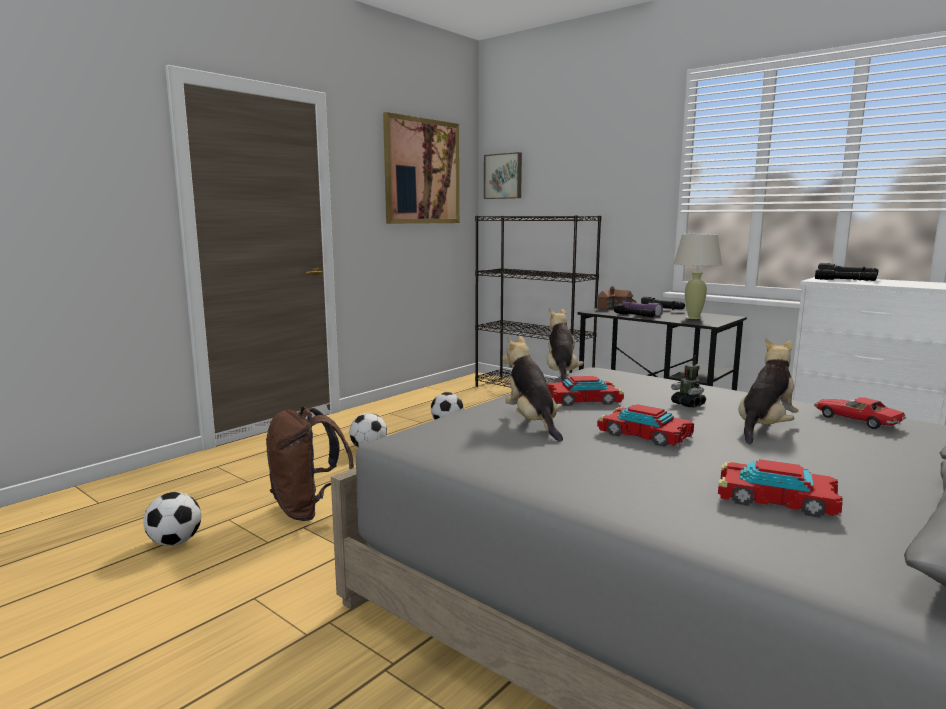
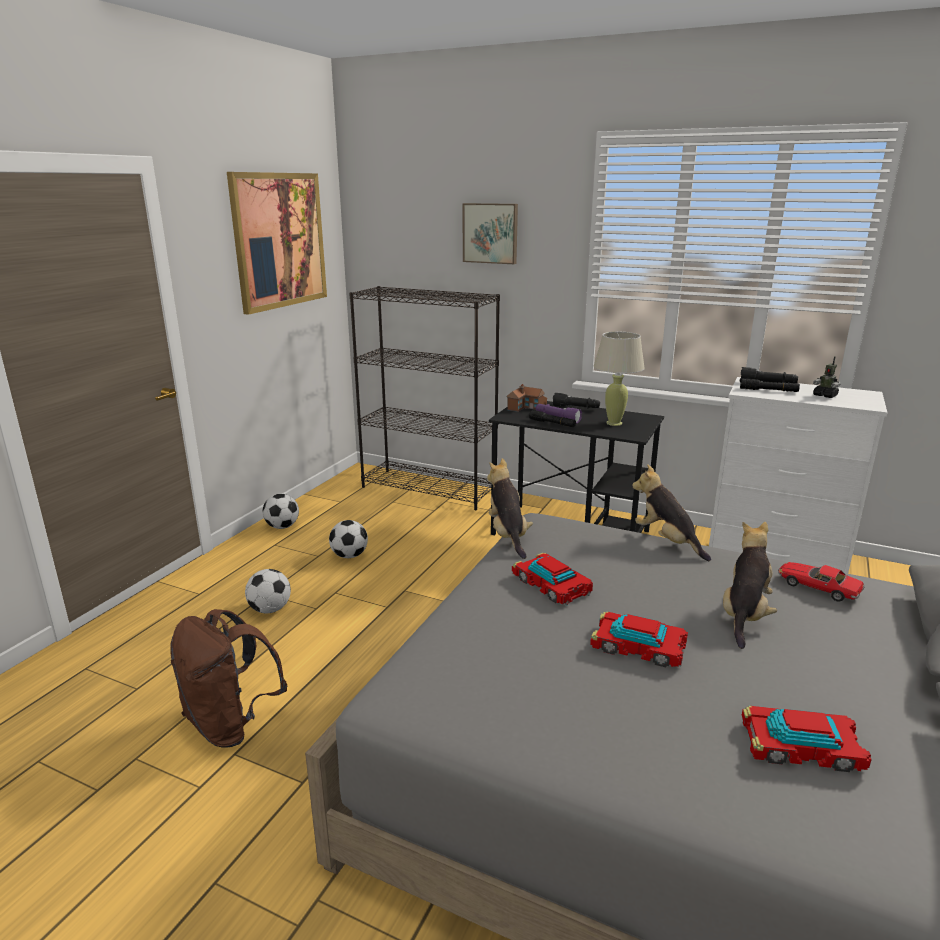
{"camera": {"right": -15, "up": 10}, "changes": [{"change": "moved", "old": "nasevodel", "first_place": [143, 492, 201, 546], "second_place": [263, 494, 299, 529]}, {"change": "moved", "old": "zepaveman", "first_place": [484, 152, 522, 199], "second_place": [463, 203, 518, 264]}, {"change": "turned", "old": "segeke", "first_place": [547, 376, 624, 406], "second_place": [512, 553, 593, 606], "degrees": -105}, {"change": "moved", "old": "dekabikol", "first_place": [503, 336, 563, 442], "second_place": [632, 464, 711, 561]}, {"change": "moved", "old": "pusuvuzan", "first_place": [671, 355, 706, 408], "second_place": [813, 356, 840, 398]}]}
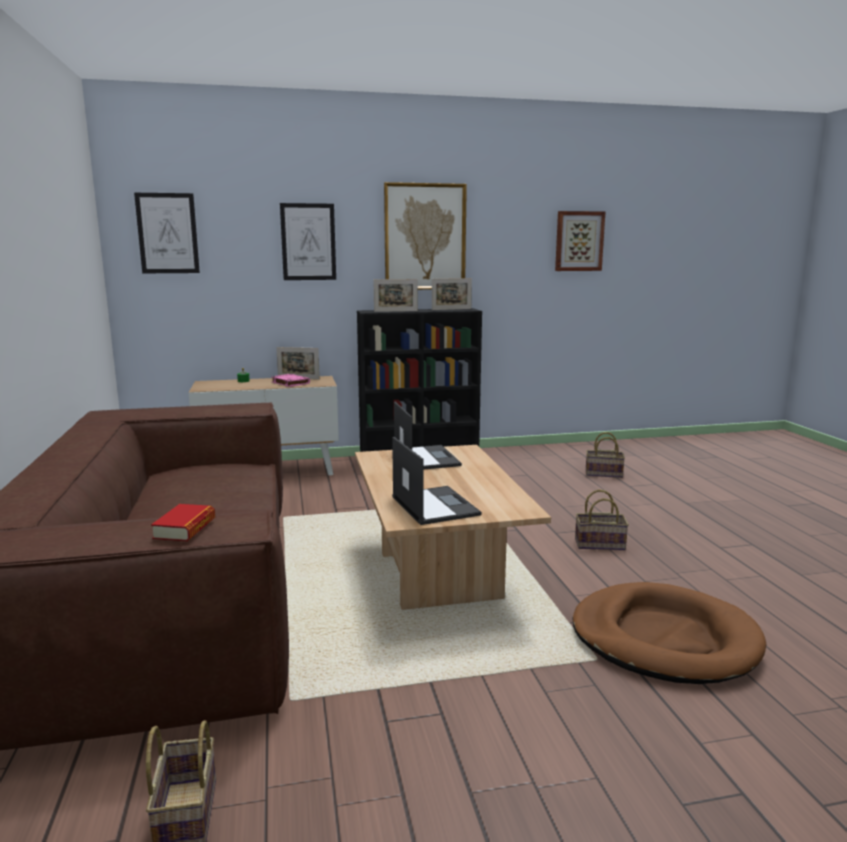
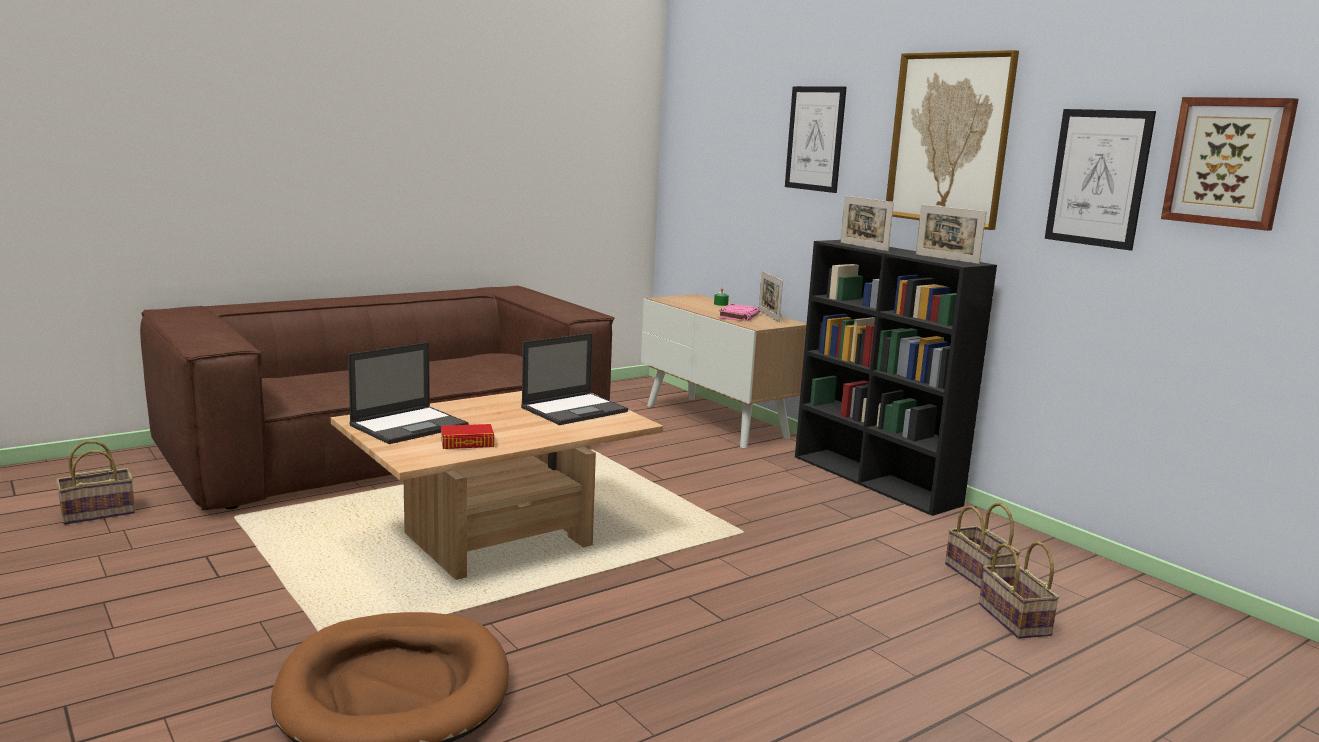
{"camera": {"right": 65, "up": 0}, "changes": [{"change": "moved", "old": "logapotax", "first_place": [151, 504, 215, 541], "second_place": [441, 424, 494, 449]}, {"change": "moved", "old": "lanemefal", "first_place": [575, 489, 629, 550], "second_place": [945, 503, 1021, 589]}, {"change": "moved", "old": "zepaveman", "first_place": [134, 193, 200, 273], "second_place": [1045, 109, 1156, 251]}]}
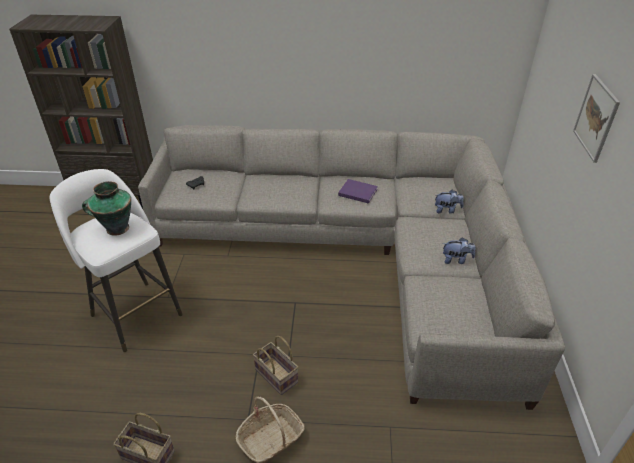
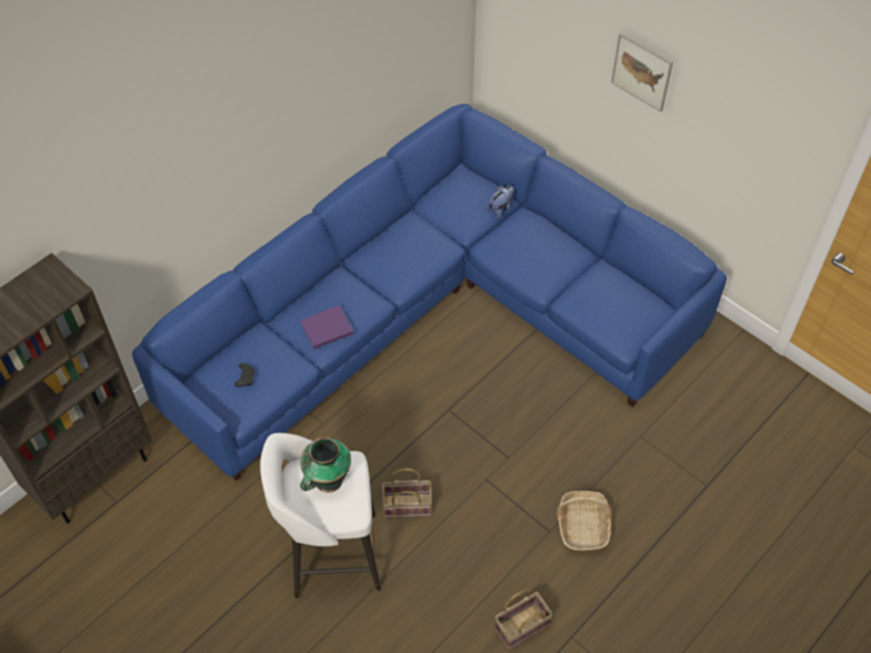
{"camera": {"right": -50, "up": 15}, "changes": [{"change": "recoloured", "old": "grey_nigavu", "new": "blue_nigavu", "first_place": [138, 125, 565, 410], "second_place": [132, 104, 727, 481]}, {"change": "moved", "old": "purple_logapotax", "first_place": [338, 179, 378, 204], "second_place": [300, 305, 354, 349]}, {"change": "moved", "old": "lanemefal", "first_place": [253, 336, 298, 395], "second_place": [382, 468, 432, 518]}, {"change": "removed", "old": "dekabikol", "first_place": [443, 237, 475, 264]}]}
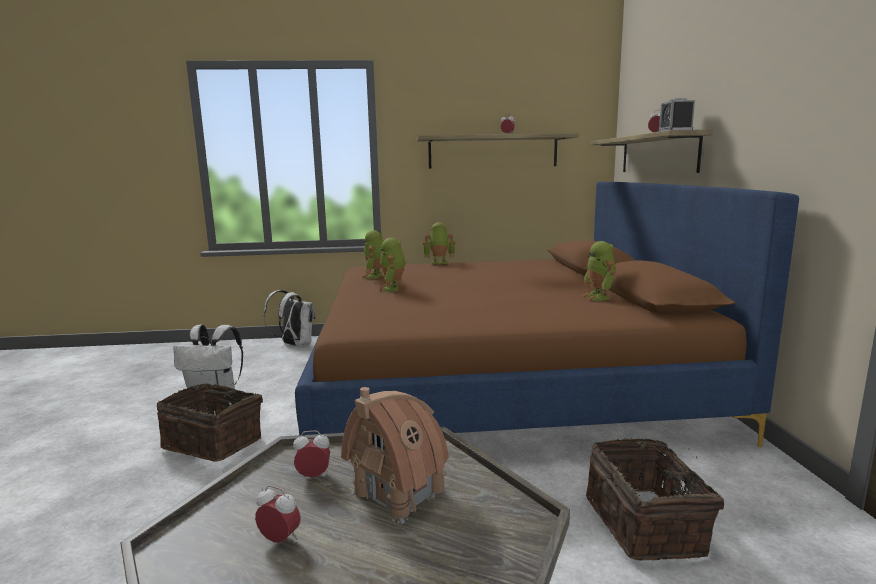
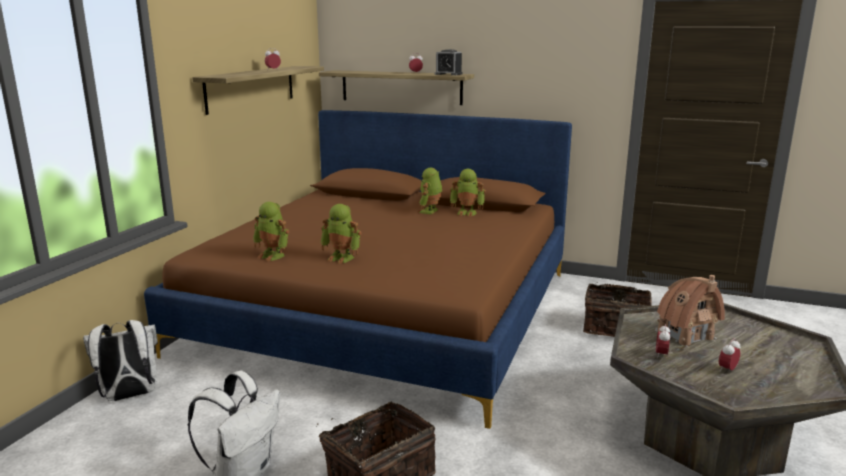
{"camera": {"right": -65, "up": 5}, "changes": [{"change": "moved", "old": "pusuvuzan", "first_place": [423, 222, 455, 264], "second_place": [418, 168, 442, 214]}]}
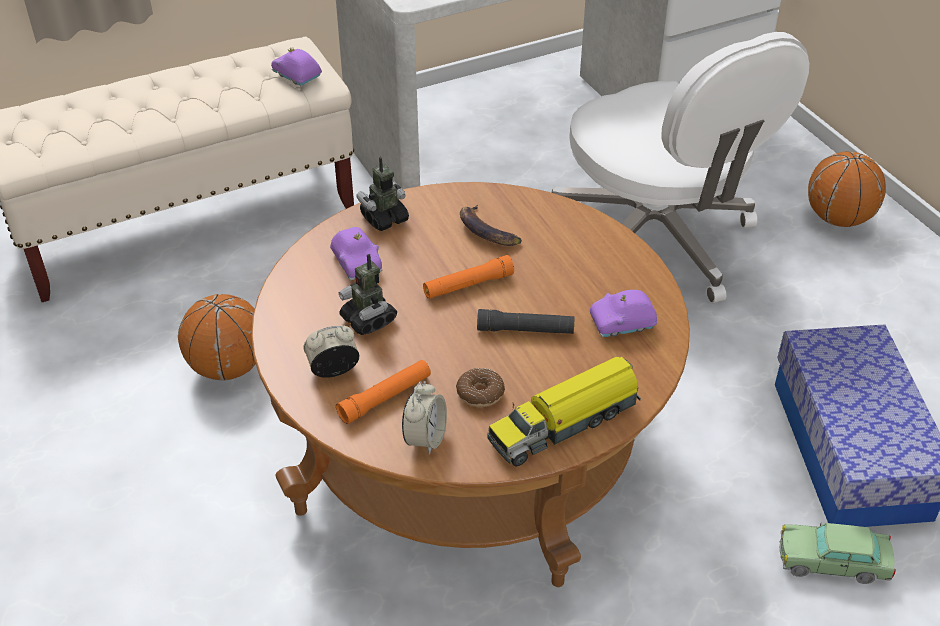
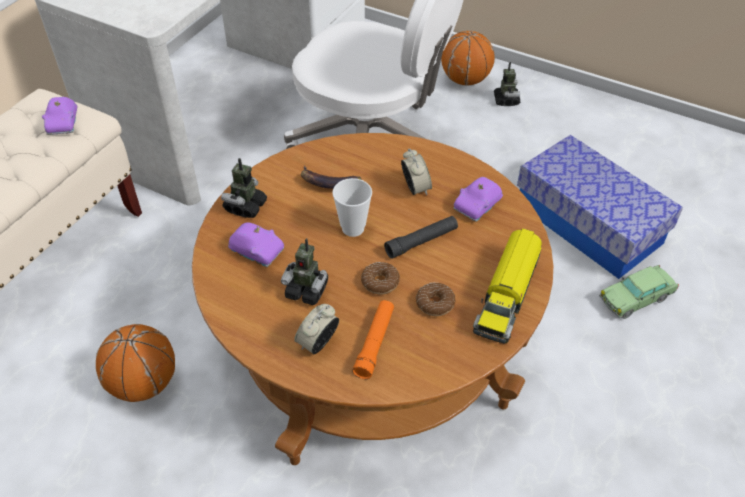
{"camera": {"right": -35, "up": 5}, "changes": [{"change": "turned", "old": "purple_segeke", "first_place": [271, 48, 322, 86], "second_place": [42, 97, 78, 135], "degrees": -105}, {"change": "replaced", "old": "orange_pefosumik", "new": "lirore", "first_place": [423, 255, 514, 299], "second_place": [332, 178, 372, 237]}, {"change": "added", "new": "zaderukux", "second_place": [361, 262, 400, 295]}, {"change": "moved", "old": "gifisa", "first_place": [402, 381, 447, 455], "second_place": [401, 149, 432, 195]}, {"change": "added", "new": "pusuvuzan", "second_place": [494, 62, 520, 106]}]}
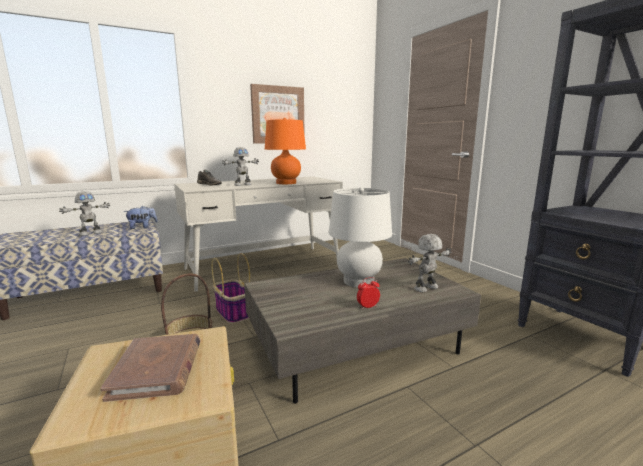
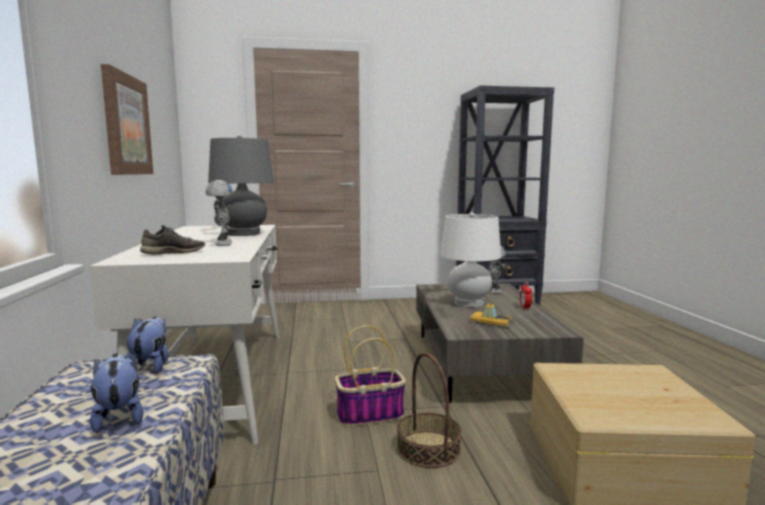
{"camera": {"right": -70, "up": -5}, "changes": [{"change": "replaced", "old": "pusuvuzan", "new": "dekabikol", "first_place": [59, 191, 110, 236], "second_place": [90, 353, 143, 433]}, {"change": "recoloured", "old": "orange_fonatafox", "new": "grey_fonatafox", "first_place": [265, 118, 306, 184], "second_place": [208, 135, 274, 236]}, {"change": "added", "new": "segeke", "second_place": [470, 303, 514, 328]}, {"change": "removed", "old": "brown_logapotax", "first_place": [100, 334, 200, 402]}]}
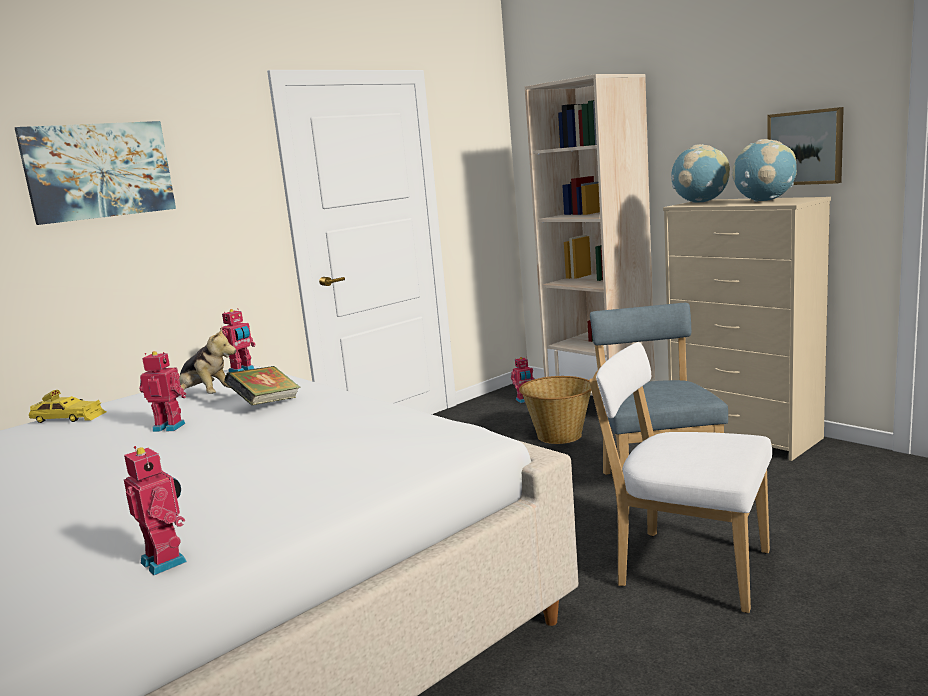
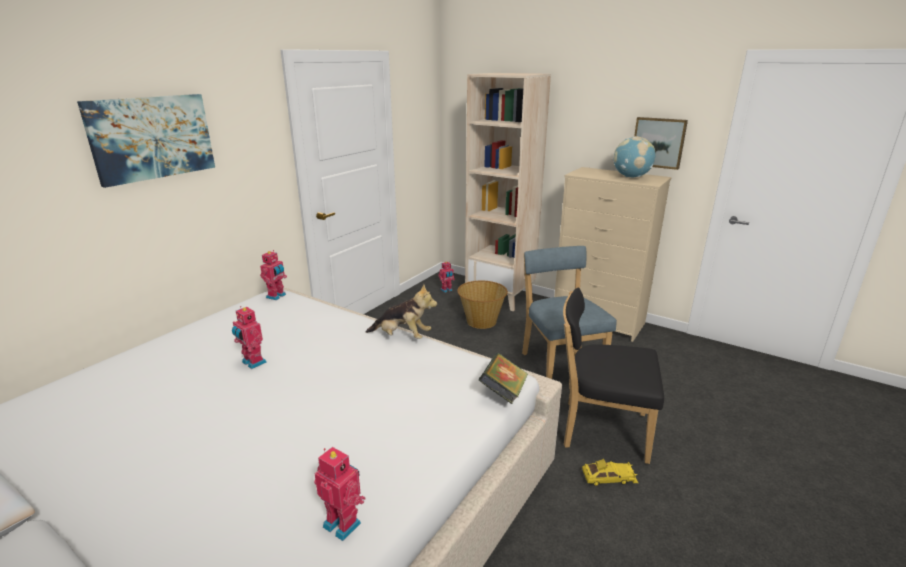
{"camera": {"right": -15, "up": 10}, "changes": [{"change": "turned", "old": "pusuvuzan", "first_place": [139, 351, 187, 432], "second_place": [232, 306, 267, 369], "degrees": -135}, {"change": "moved", "old": "dekabikol", "first_place": [179, 326, 236, 394], "second_place": [366, 284, 437, 339]}, {"change": "moved", "old": "logapotax", "first_place": [224, 366, 300, 405], "second_place": [479, 353, 528, 404]}, {"change": "recoloured", "old": "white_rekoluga", "new": "black_rekoluga", "first_place": [589, 342, 772, 613], "second_place": [563, 287, 664, 464]}, {"change": "moved", "old": "yellow_segeke", "first_place": [29, 390, 106, 423], "second_place": [582, 459, 638, 486]}, {"change": "removed", "old": "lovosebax", "first_place": [671, 144, 730, 203]}]}
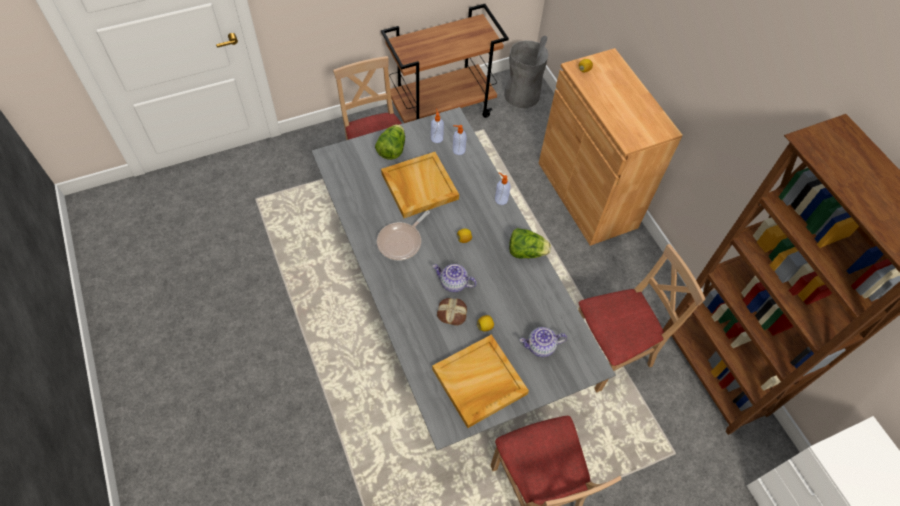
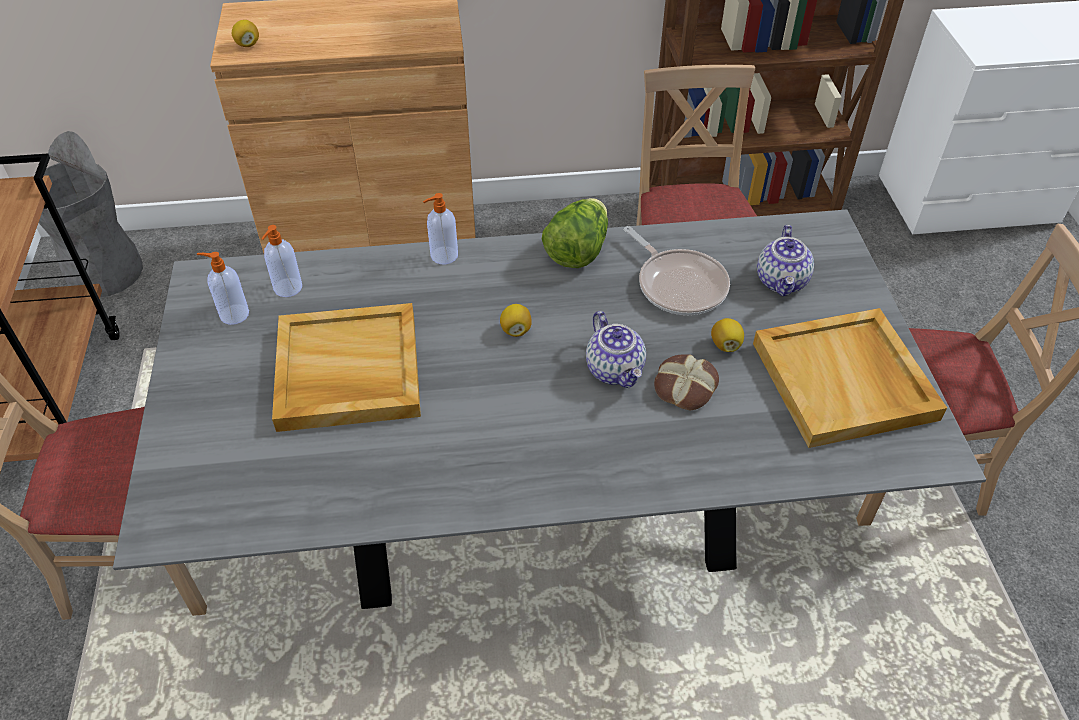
{"camera": {"right": -70, "up": -10}, "changes": [{"change": "turned", "old": "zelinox", "first_place": [433, 264, 477, 292], "second_place": [586, 311, 646, 388], "degrees": -60}, {"change": "moved", "old": "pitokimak", "first_place": [377, 210, 430, 261], "second_place": [624, 226, 730, 315]}, {"change": "removed", "old": "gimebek", "first_place": [375, 124, 405, 160]}]}
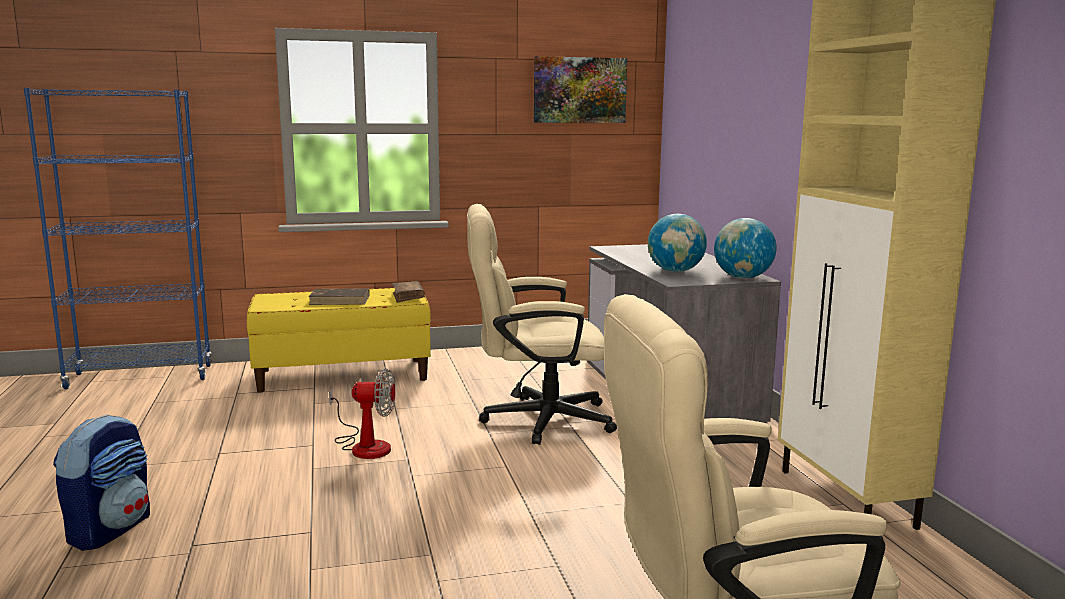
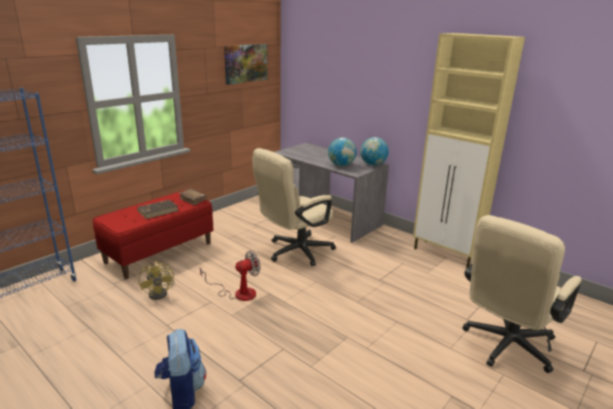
{"camera": {"right": -35, "up": 10}, "changes": [{"change": "recoloured", "old": "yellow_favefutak", "new": "red_favefutak", "first_place": [247, 288, 431, 393], "second_place": [93, 191, 213, 279]}, {"change": "added", "new": "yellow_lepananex", "second_place": [139, 261, 175, 300]}]}
